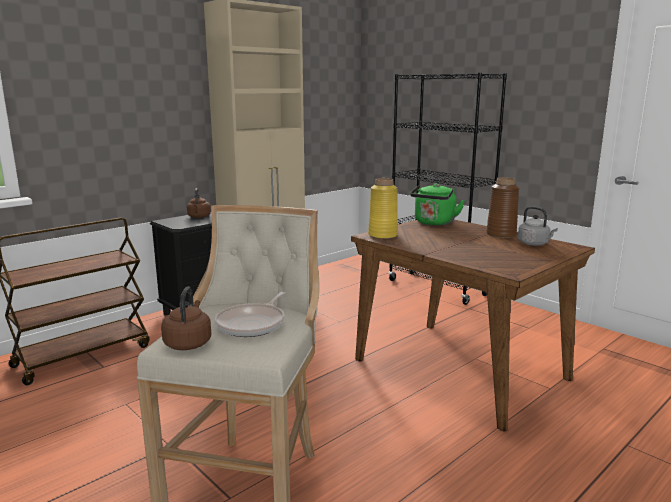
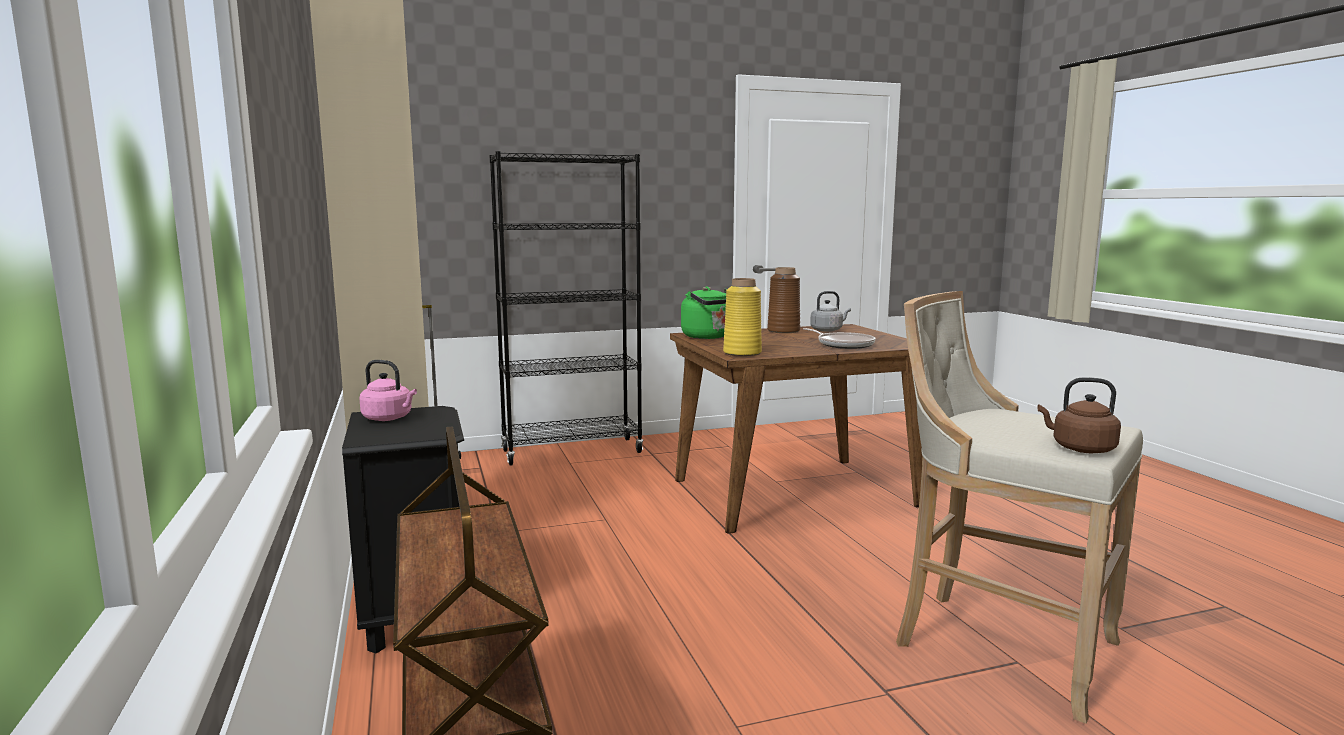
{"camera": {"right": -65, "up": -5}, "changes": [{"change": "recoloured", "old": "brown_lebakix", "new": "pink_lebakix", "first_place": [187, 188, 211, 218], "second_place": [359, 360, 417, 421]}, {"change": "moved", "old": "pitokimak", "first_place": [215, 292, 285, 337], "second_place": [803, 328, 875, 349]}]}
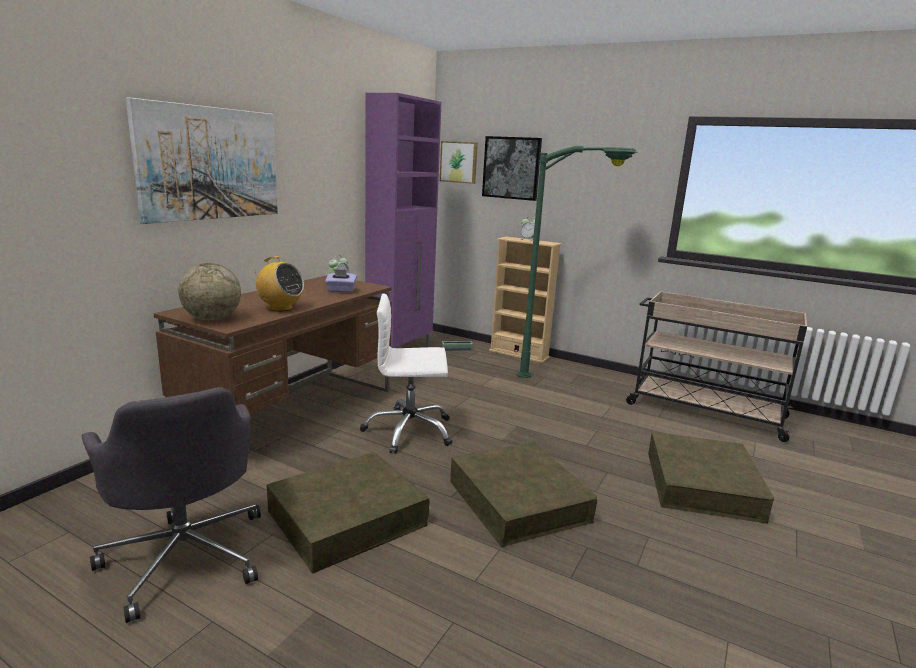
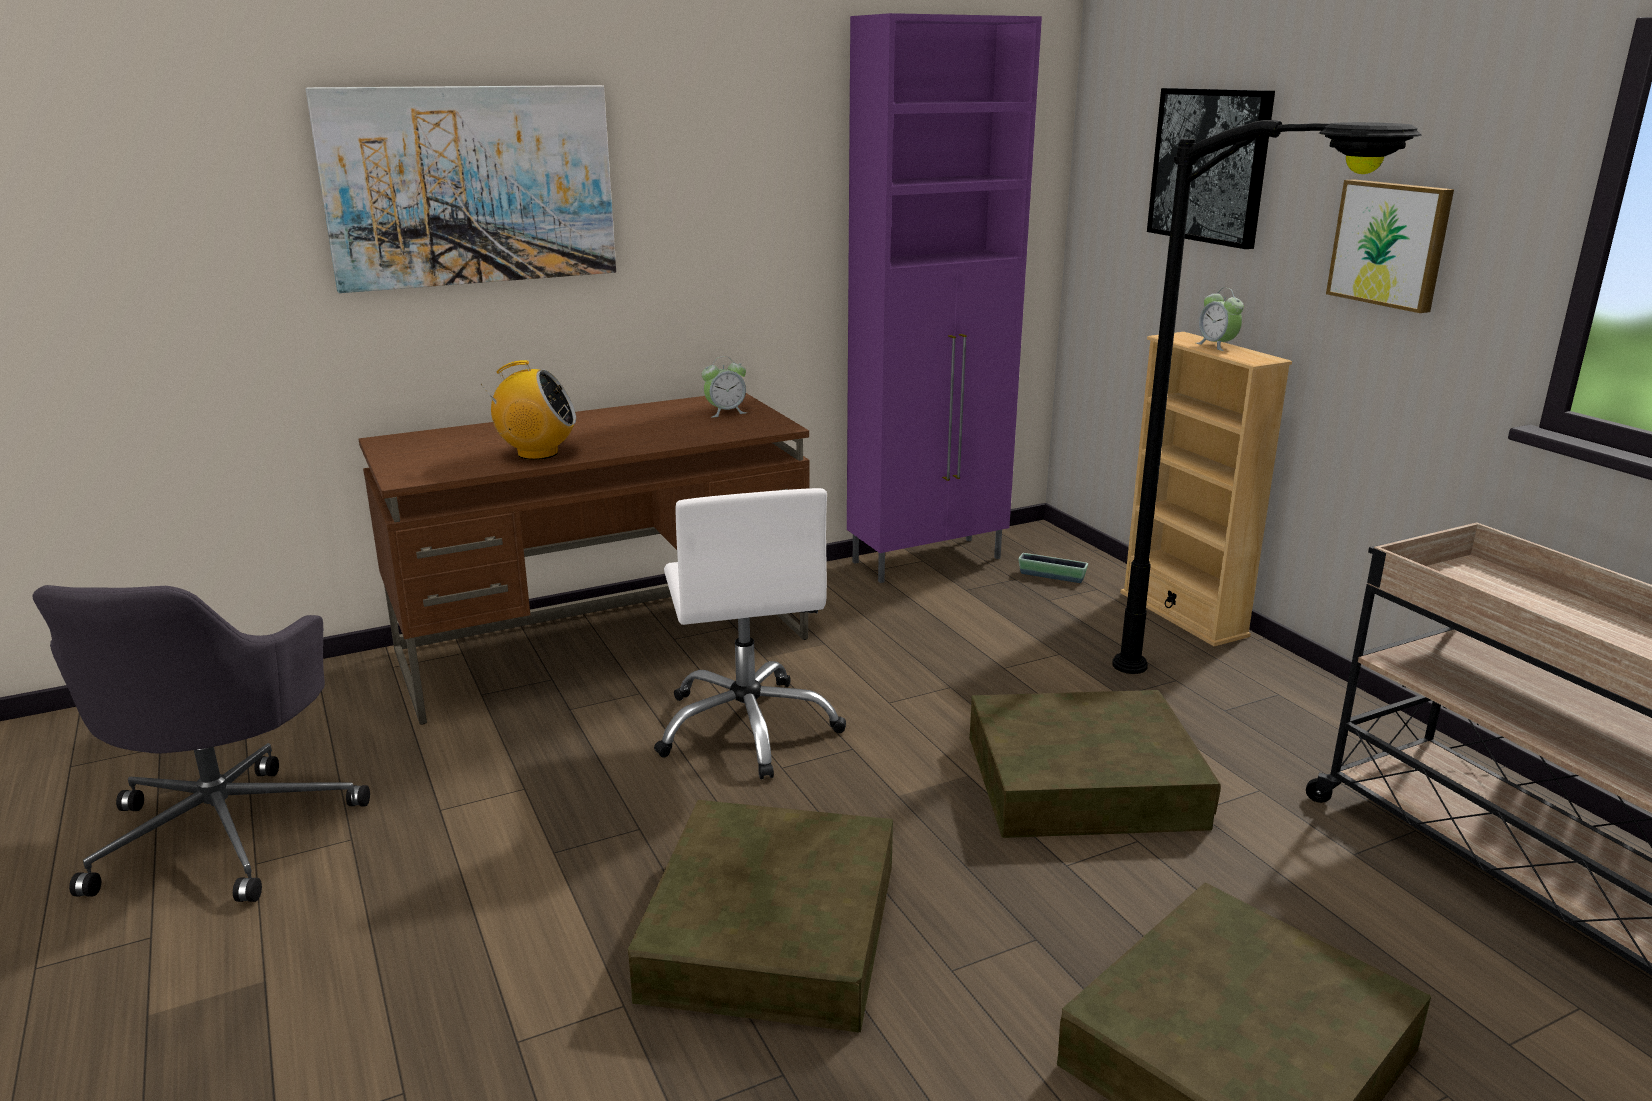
{"camera": {"right": 35, "up": 5}, "changes": [{"change": "turned", "old": "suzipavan", "first_place": [251, 256, 304, 311], "second_place": [480, 360, 576, 460], "degrees": -60}, {"change": "turned", "old": "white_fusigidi", "first_place": [360, 294, 453, 454], "second_place": [654, 488, 846, 779], "degrees": -135}, {"change": "moved", "old": "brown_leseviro", "first_place": [266, 452, 430, 573], "second_place": [969, 690, 1221, 838]}, {"change": "recoloured", "old": "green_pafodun", "new": "black_pafodun", "first_place": [517, 146, 638, 378], "second_place": [1112, 120, 1421, 674]}, {"change": "moved", "old": "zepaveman", "first_place": [440, 141, 478, 184], "second_place": [1326, 179, 1454, 313]}, {"change": "removed", "old": "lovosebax", "first_place": [178, 263, 241, 321]}, {"change": "removed", "old": "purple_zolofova", "first_place": [325, 269, 357, 293]}]}
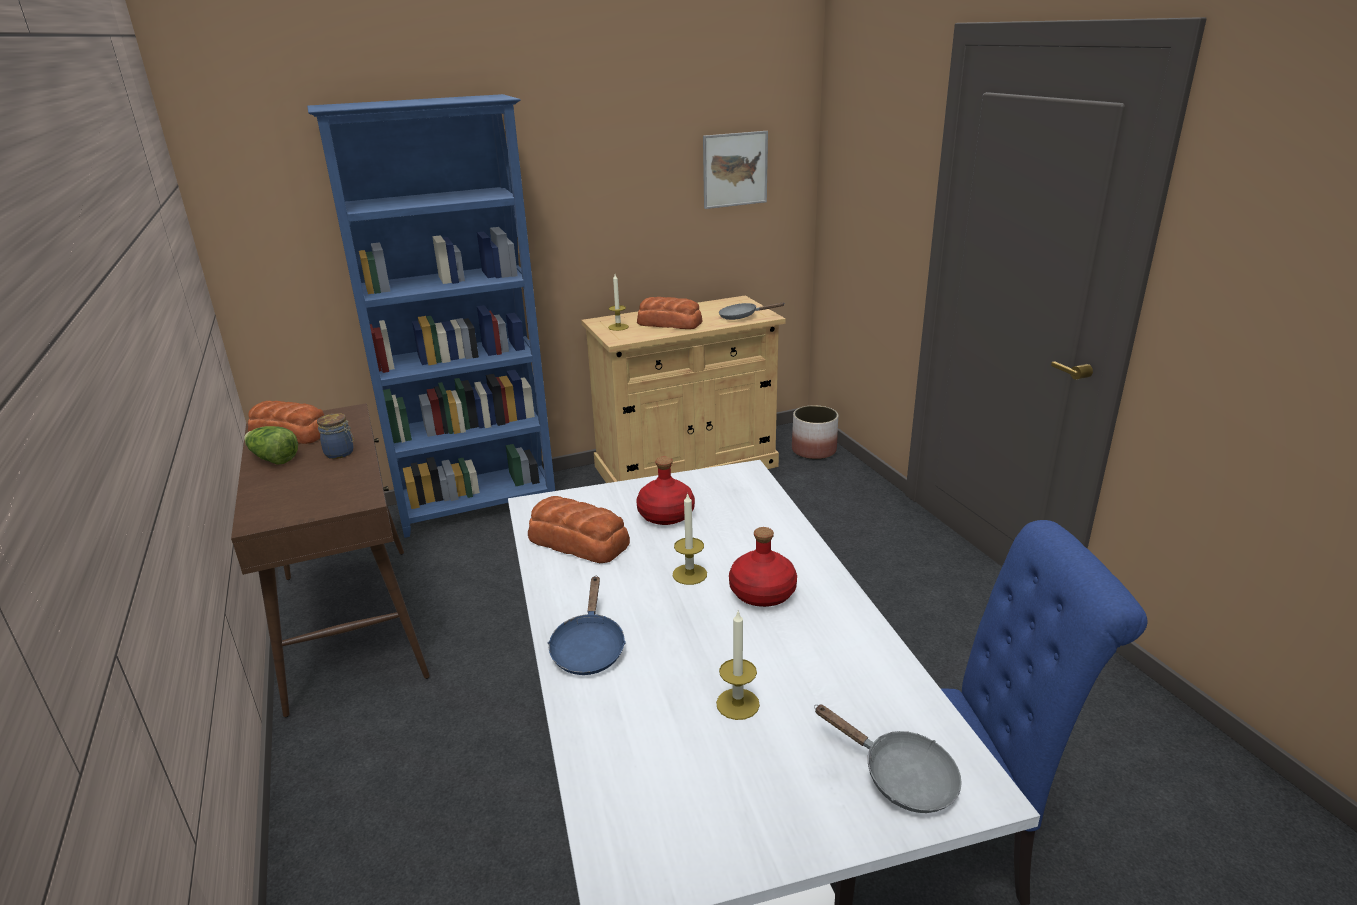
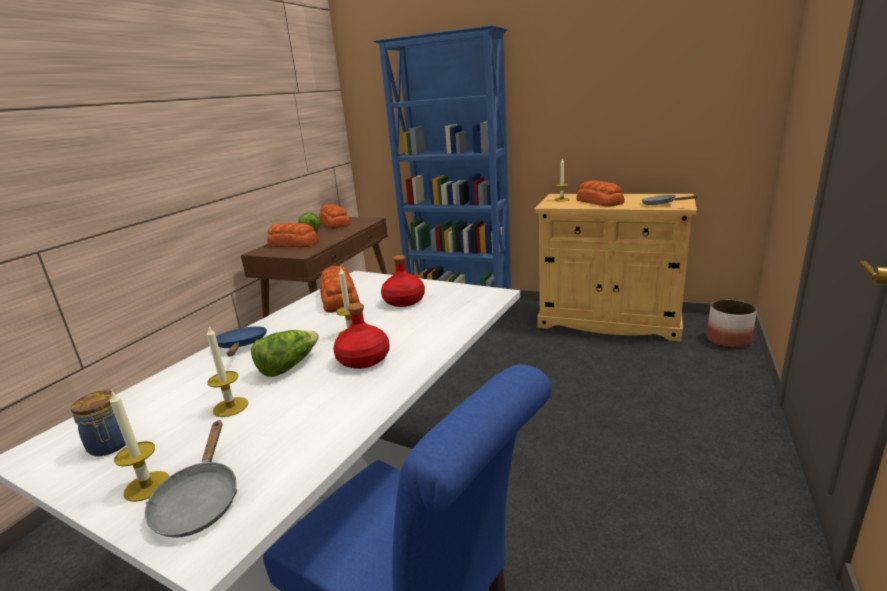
{"camera": {"right": 45, "up": -5}, "changes": [{"change": "moved", "old": "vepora", "first_place": [317, 413, 354, 459], "second_place": [71, 390, 126, 456]}, {"change": "added", "new": "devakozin", "second_place": [110, 390, 170, 502]}, {"change": "turned", "old": "blue_pitokimak", "first_place": [547, 577, 626, 675], "second_place": [216, 326, 267, 356], "degrees": 120}, {"change": "added", "new": "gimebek", "second_place": [251, 330, 319, 377]}, {"change": "added", "new": "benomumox", "second_place": [267, 223, 319, 247]}, {"change": "removed", "old": "zepaveman", "first_place": [703, 131, 768, 209]}]}
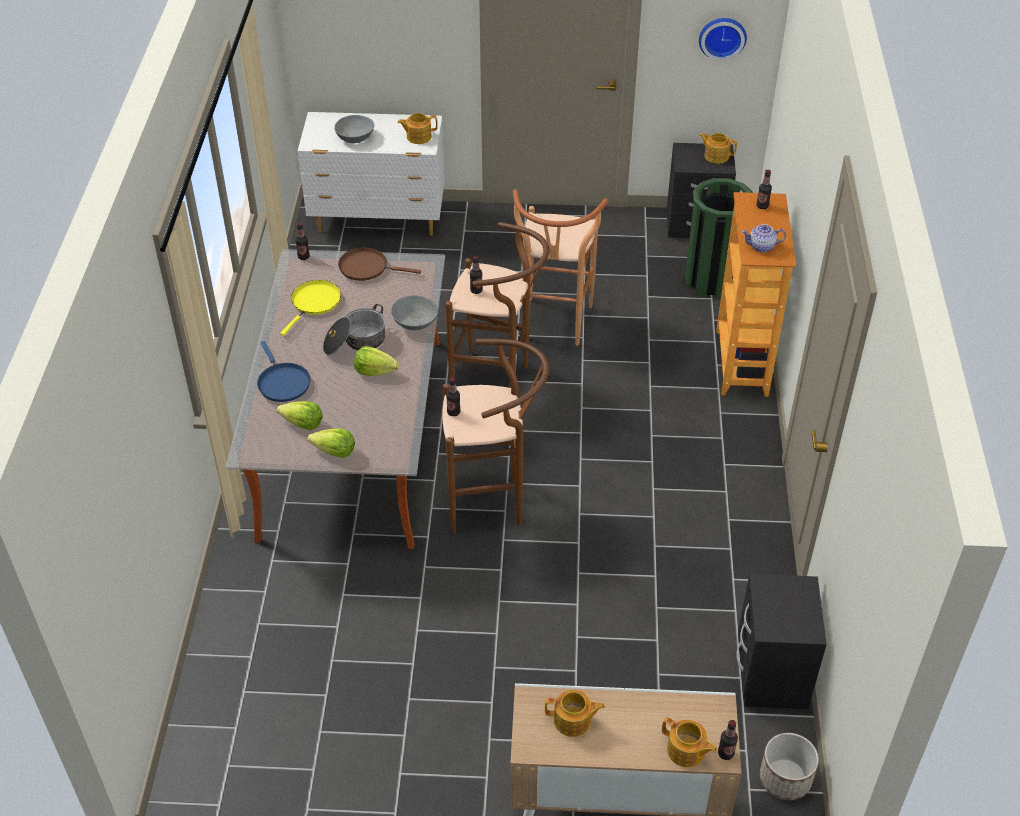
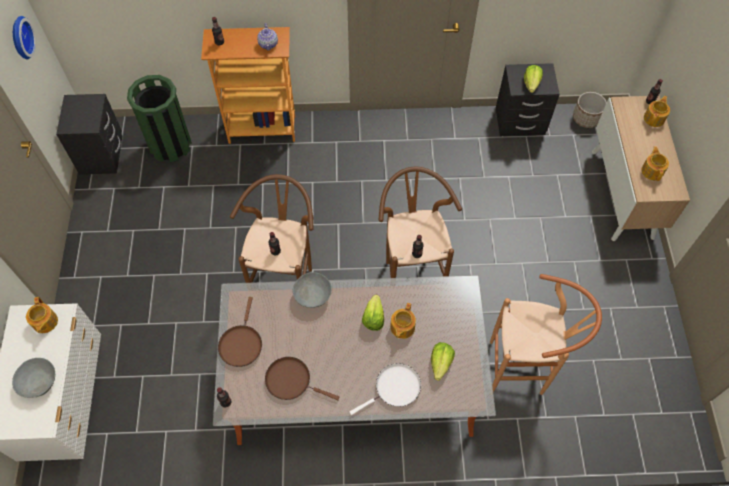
{"camera": {"right": -95, "up": 15}, "changes": [{"change": "recoloured", "old": "yellow_pitokimak", "new": "brown_pitokimak", "first_place": [280, 280, 341, 336], "second_place": [265, 357, 340, 400]}, {"change": "recoloured", "old": "blue_pitokimak", "new": "white_pitokimak", "first_place": [257, 341, 310, 402], "second_place": [350, 363, 421, 415]}, {"change": "moved", "old": "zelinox", "first_place": [699, 133, 737, 164], "second_place": [390, 303, 416, 339]}, {"change": "moved", "old": "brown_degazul", "first_place": [513, 189, 609, 346], "second_place": [490, 274, 602, 395]}, {"change": "moved", "old": "gimebek", "first_place": [307, 428, 355, 458], "second_place": [524, 65, 543, 93]}, {"change": "removed", "old": "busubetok", "first_place": [323, 304, 385, 355]}]}
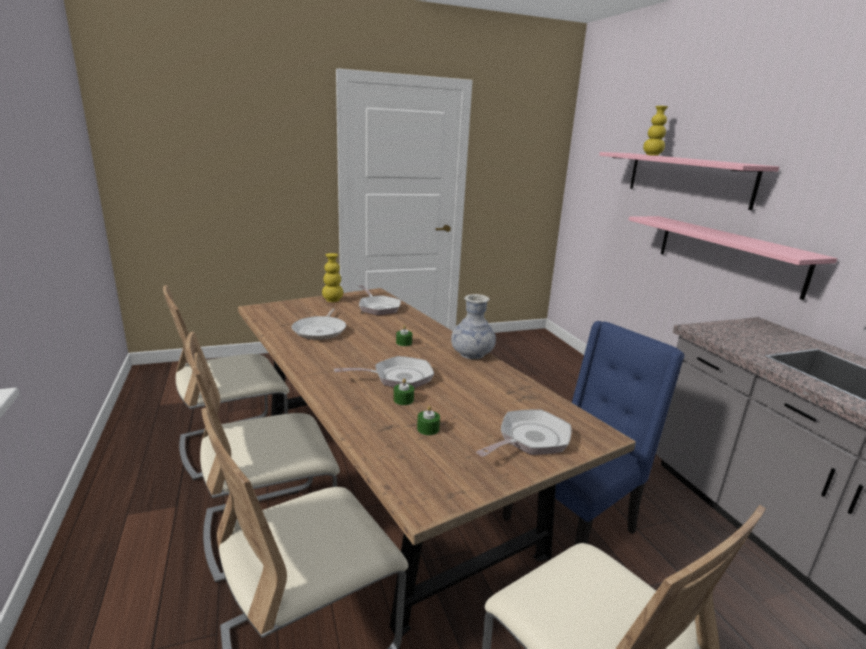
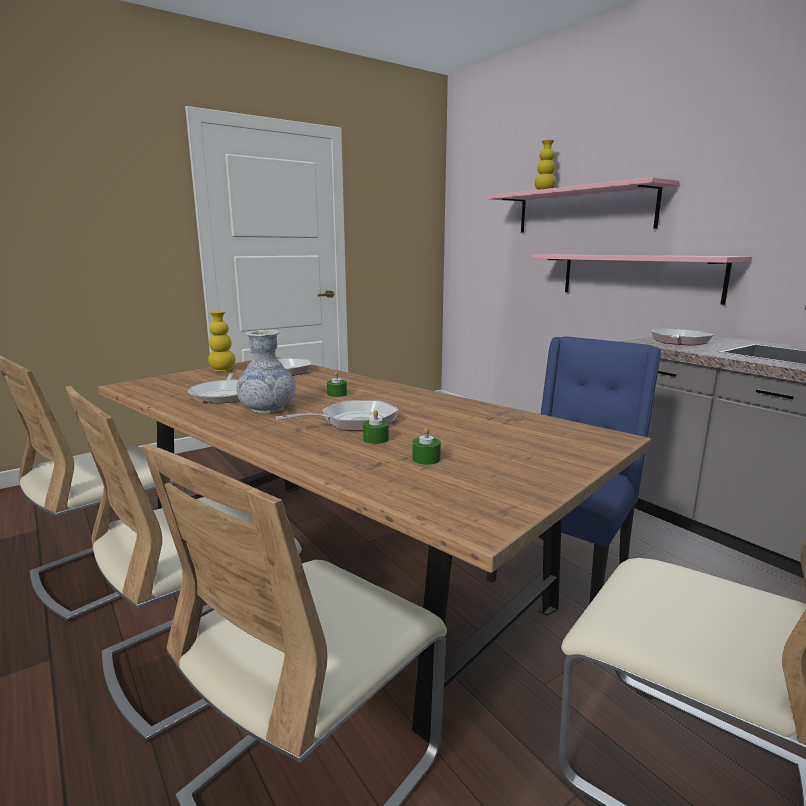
{"camera": {"right": -15, "up": -5}, "changes": [{"change": "moved", "old": "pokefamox", "first_place": [451, 294, 496, 359], "second_place": [236, 330, 296, 413]}, {"change": "moved", "old": "pitokimak", "first_place": [476, 409, 572, 457], "second_place": [651, 328, 713, 346]}]}
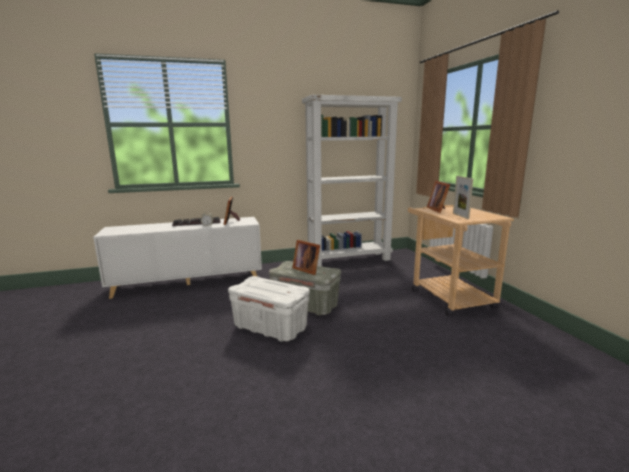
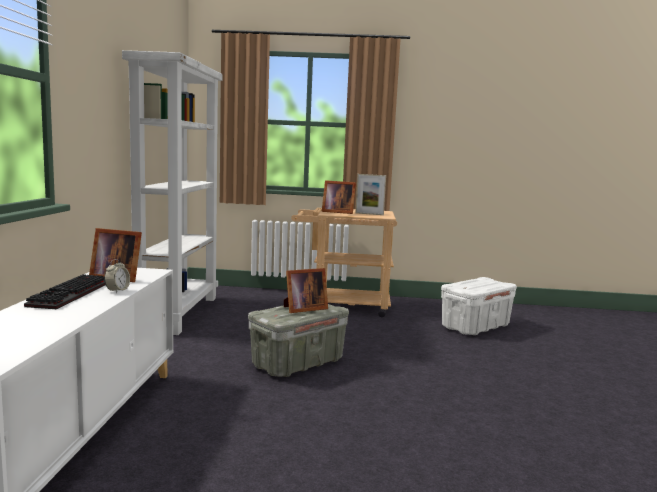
{"camera": {"right": -70, "up": -5}, "changes": [{"change": "moved", "old": "white_leseviro", "first_place": [228, 276, 310, 342], "second_place": [441, 277, 517, 335]}]}
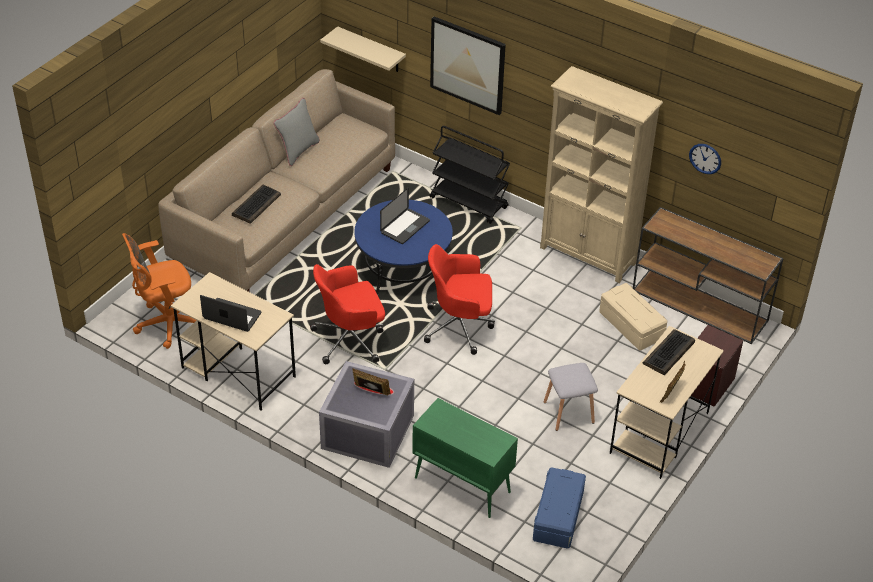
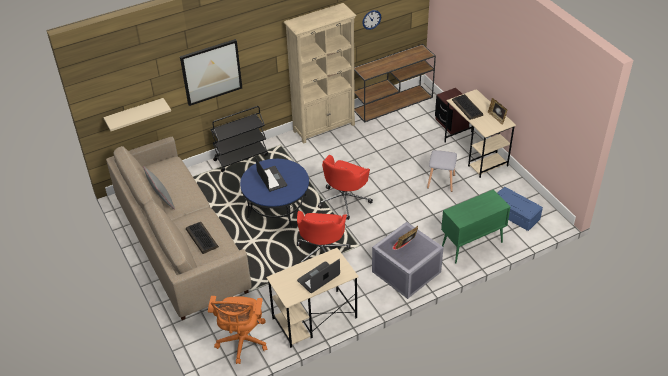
{"camera": {"right": -60, "up": 0}, "changes": [{"change": "removed", "old": "beige_leseviro", "first_place": [599, 283, 667, 350]}]}
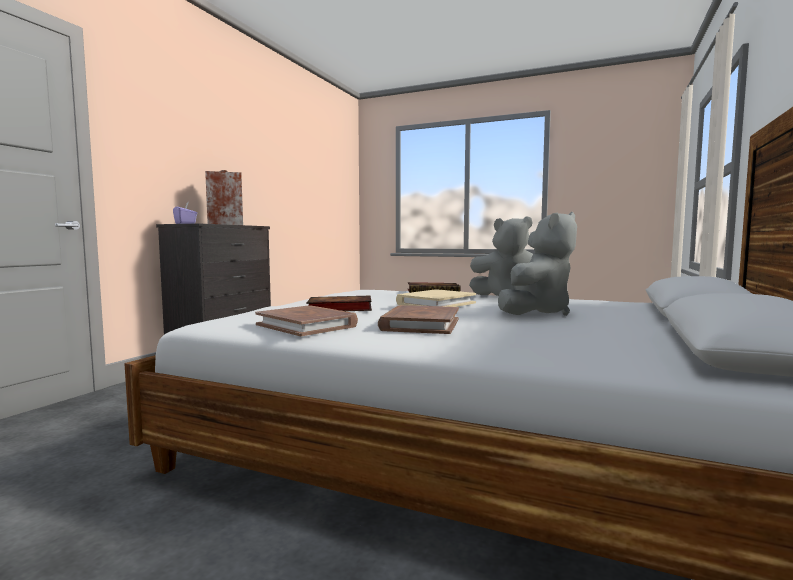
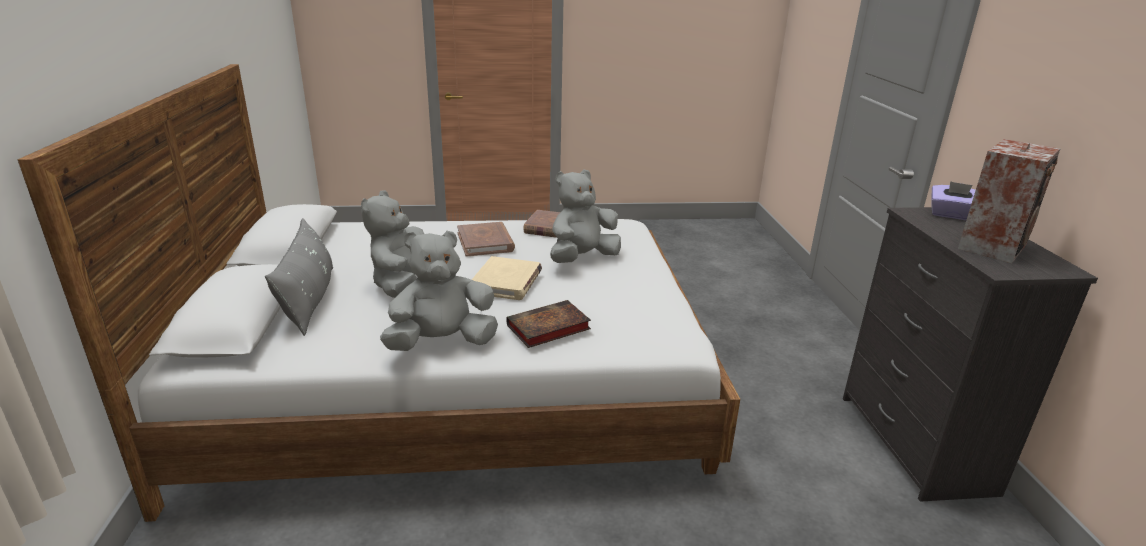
{"camera": {"right": 150, "up": 20}, "changes": [{"change": "added", "new": "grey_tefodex", "second_place": [265, 218, 333, 336]}, {"change": "replaced", "old": "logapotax", "new": "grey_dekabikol", "first_place": [306, 295, 372, 311], "second_place": [550, 169, 621, 263]}]}
